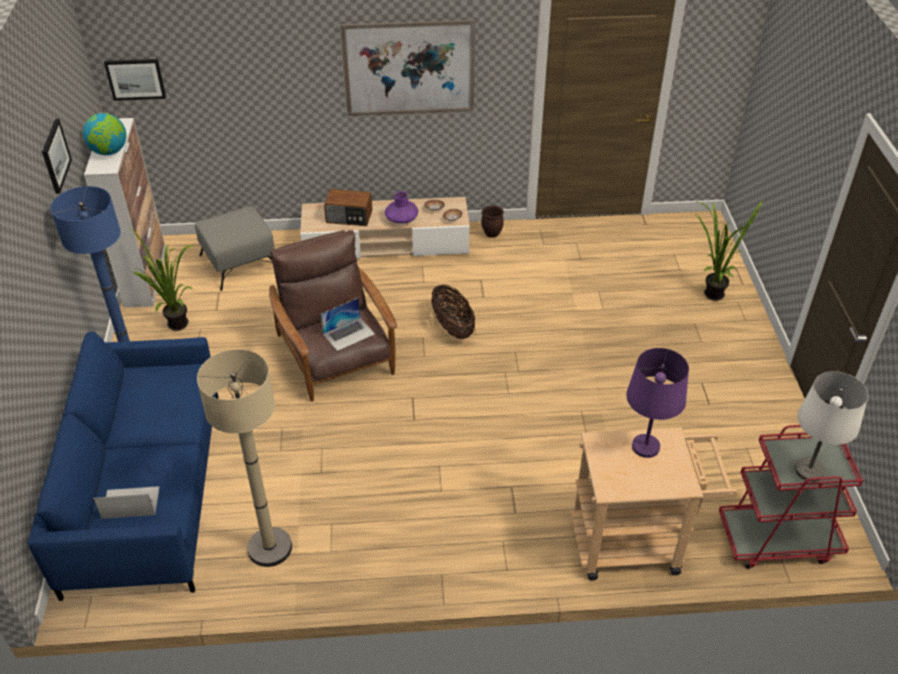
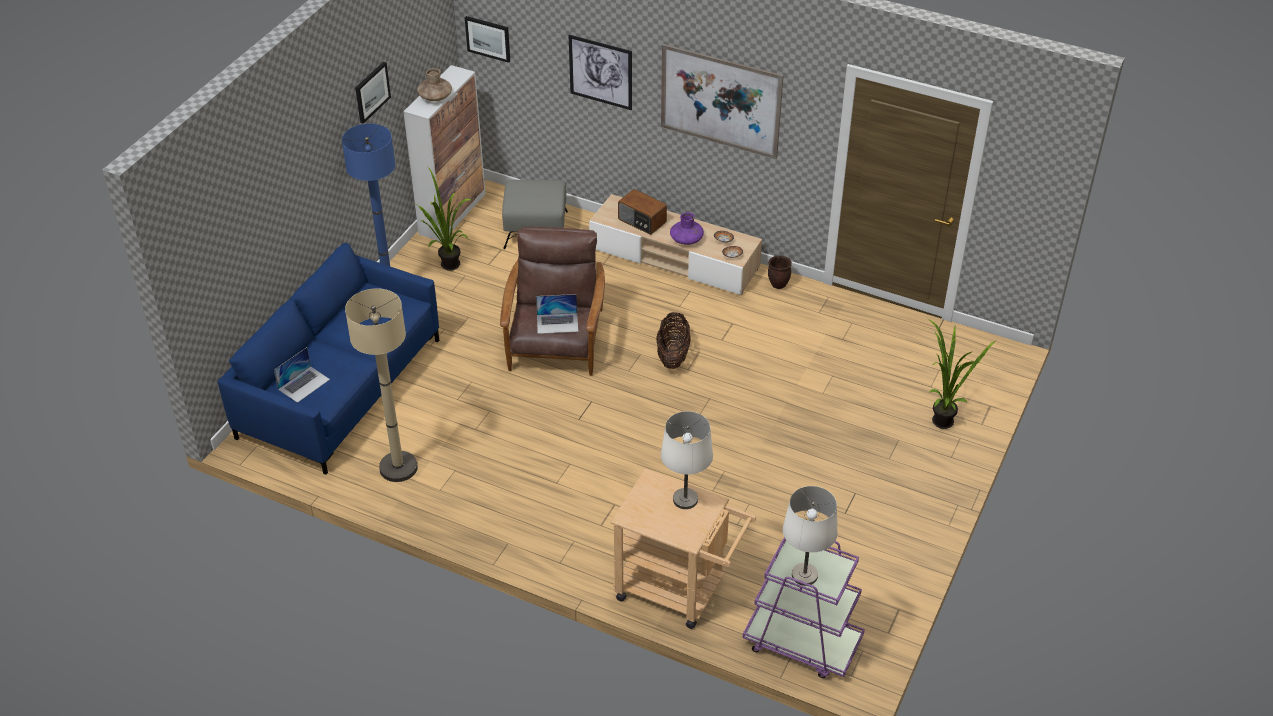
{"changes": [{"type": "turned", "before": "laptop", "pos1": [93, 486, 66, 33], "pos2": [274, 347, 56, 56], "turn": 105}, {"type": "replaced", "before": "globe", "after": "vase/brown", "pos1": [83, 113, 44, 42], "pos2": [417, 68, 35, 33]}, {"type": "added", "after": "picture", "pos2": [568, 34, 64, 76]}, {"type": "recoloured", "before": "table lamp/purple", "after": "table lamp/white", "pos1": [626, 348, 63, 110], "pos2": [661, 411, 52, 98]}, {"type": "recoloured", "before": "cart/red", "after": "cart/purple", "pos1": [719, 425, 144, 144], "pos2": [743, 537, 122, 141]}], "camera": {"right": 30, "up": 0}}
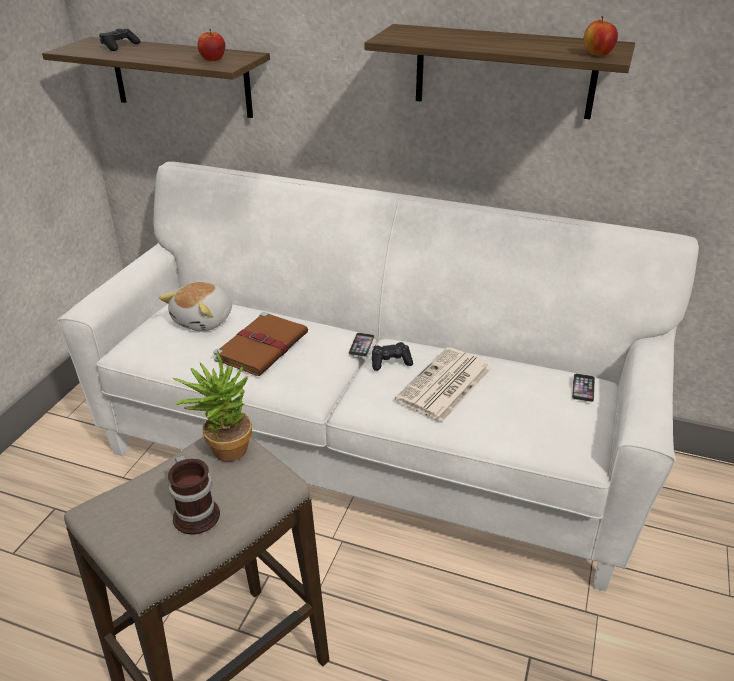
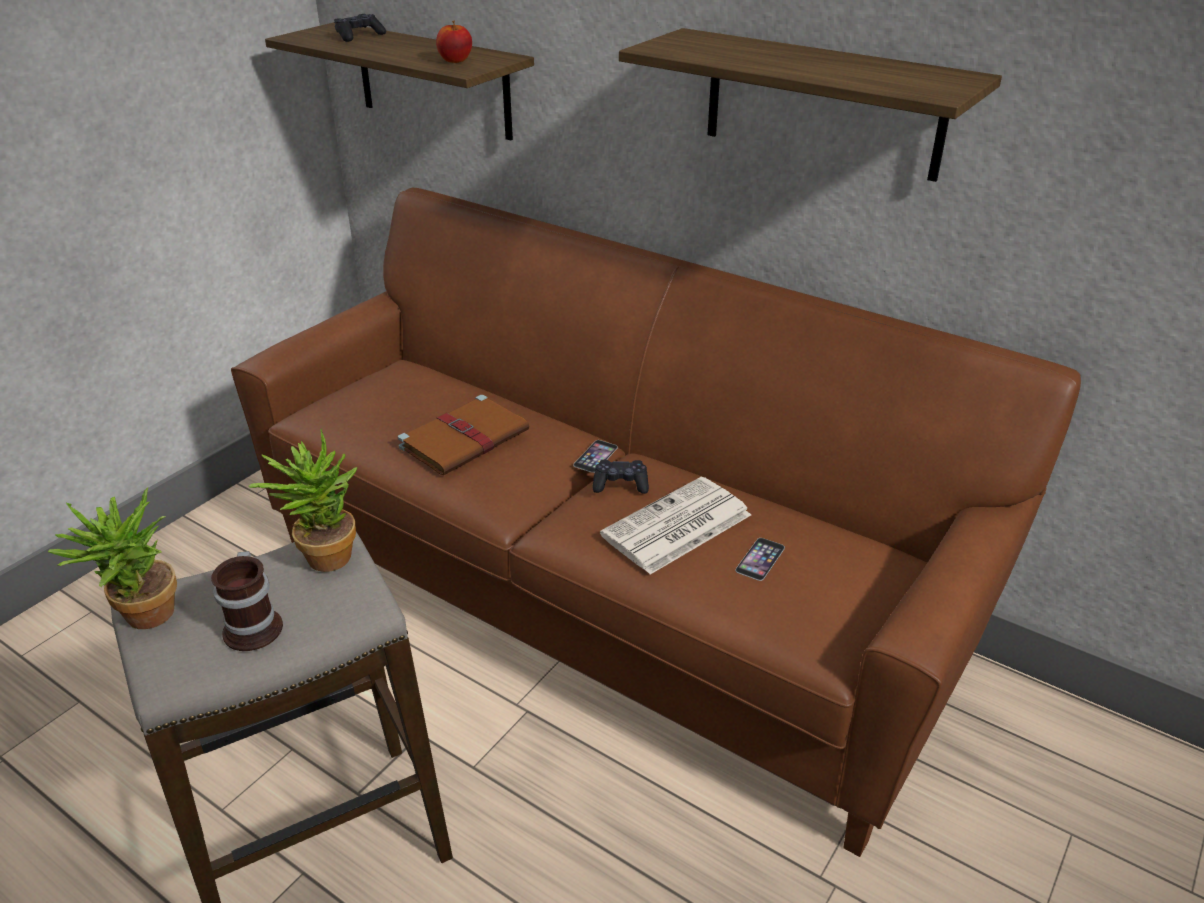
{"changes": [{"type": "added", "after": "potted plant", "pos2": [48, 487, 129, 142]}, {"type": "recoloured", "before": "sofa/white", "after": "sofa/brown", "pos1": [57, 161, 642, 431], "pos2": [231, 188, 850, 669]}, {"type": "moved", "before": "phone", "pos1": [572, 374, 23, 28], "pos2": [735, 538, 50, 43]}, {"type": "removed", "before": "plush toy", "pos1": [159, 282, 73, 50]}, {"type": "removed", "before": "apple", "pos1": [584, 16, 34, 40]}], "camera": {"right": 15, "up": 0}}
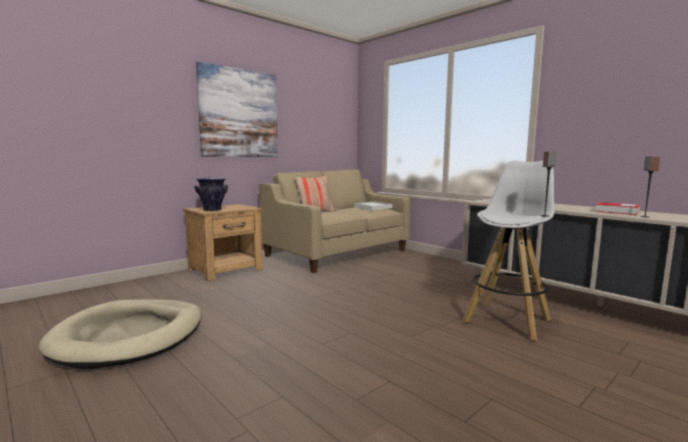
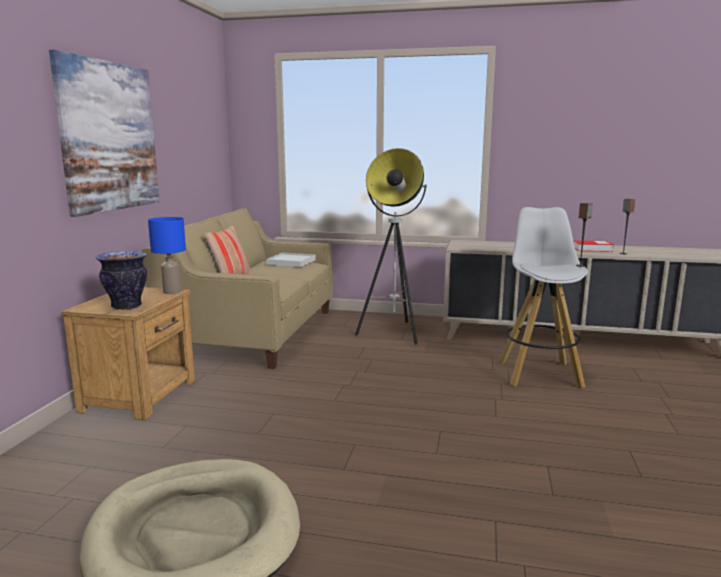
{"changes": [{"type": "added", "after": "table lamp/blue", "pos2": [148, 217, 38, 77]}, {"type": "added", "after": "floor lamp", "pos2": [355, 148, 72, 196]}], "camera": {"right": -35, "up": 5}}
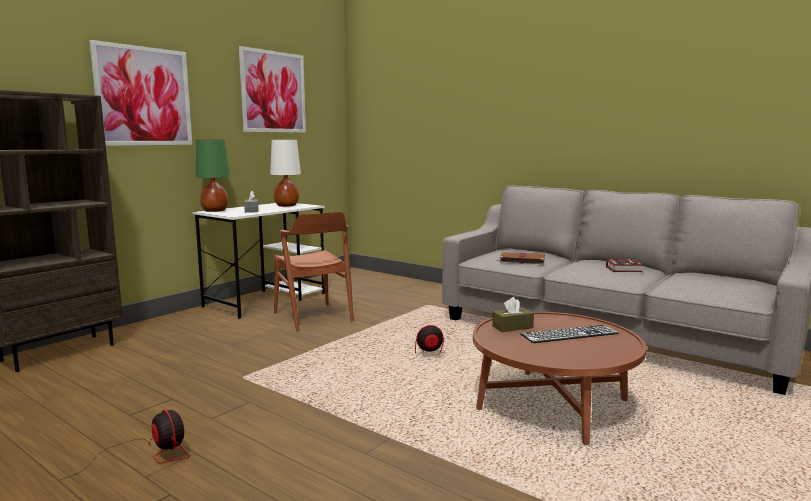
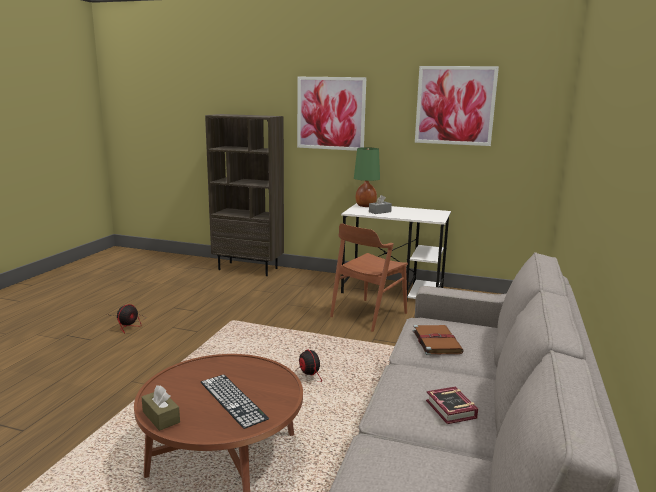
{"changes": [{"type": "moved", "before": "tissue box/brown", "pos1": [492, 297, 42, 35], "pos2": [142, 385, 38, 46]}, {"type": "removed", "before": "table lamp/white", "pos1": [270, 140, 31, 67]}], "camera": {"right": 70, "up": 5}}
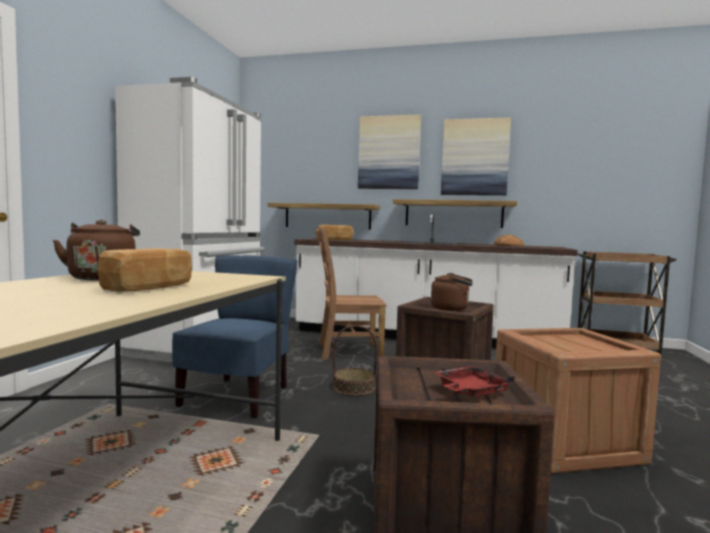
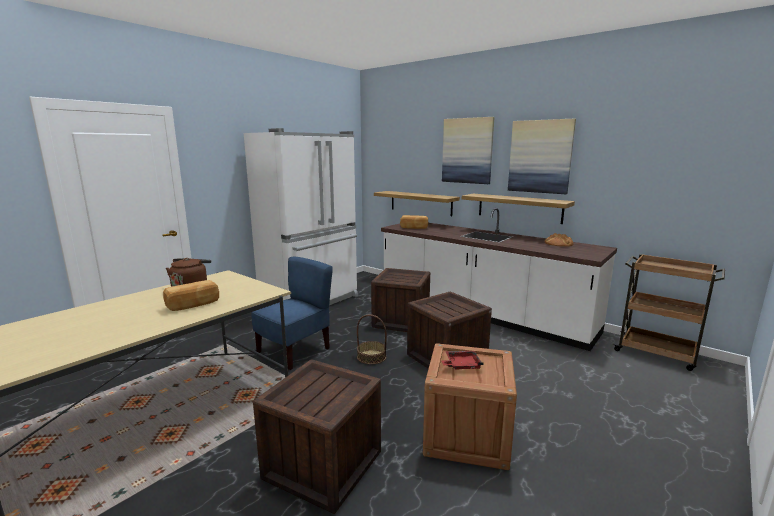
{"changes": [{"type": "replaced", "before": "chair/brown", "after": "crate", "pos1": [315, 228, 71, 132], "pos2": [371, 268, 59, 64]}, {"type": "moved", "before": "tray/red", "pos1": [434, 366, 81, 31], "pos2": [441, 351, 43, 19]}, {"type": "removed", "before": "kettle/brown", "pos1": [431, 273, 42, 38]}], "camera": {"right": 25, "up": 10}}
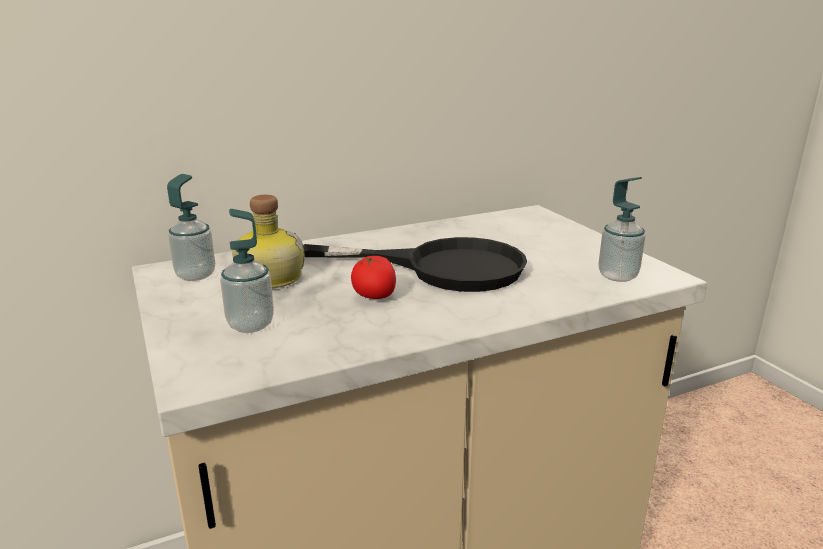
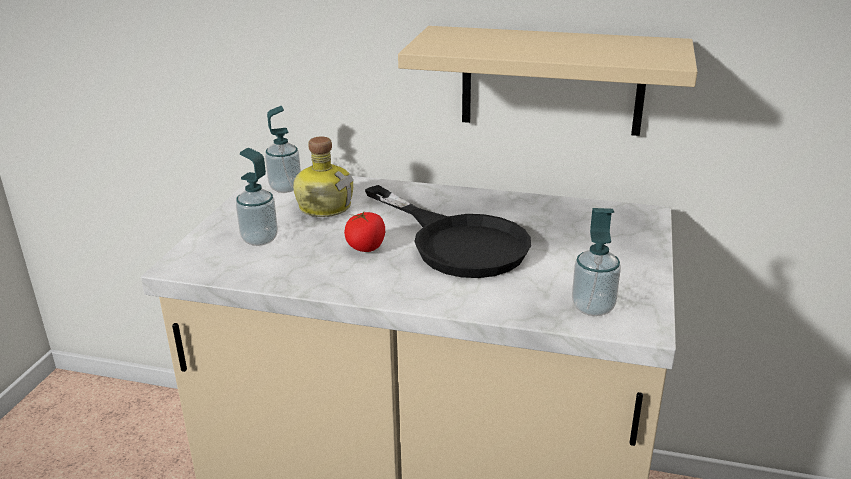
{"changes": [{"type": "added", "after": "shelf/beige", "pos2": [398, 26, 299, 110]}], "camera": {"right": 40, "up": 5}}
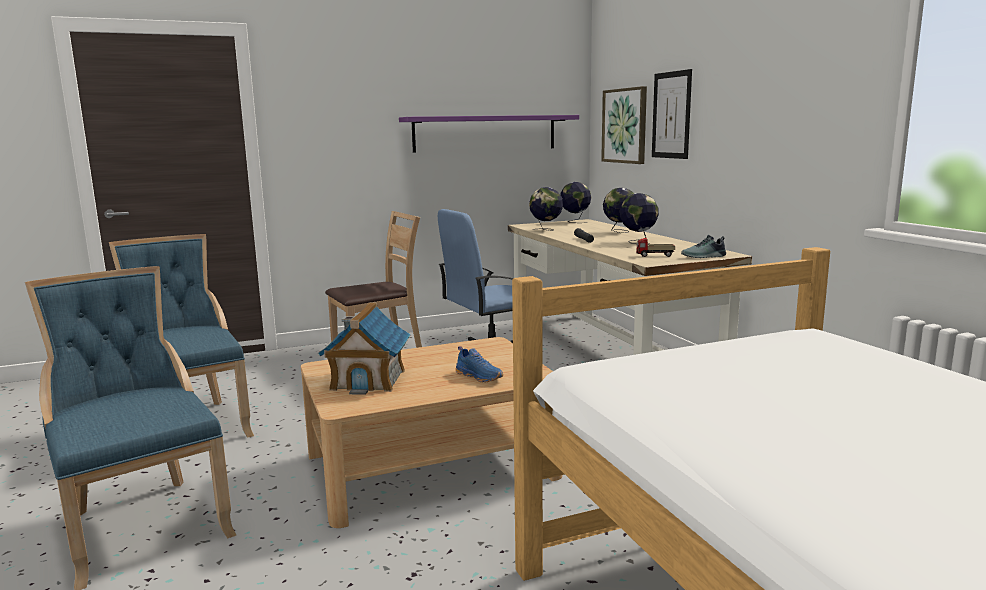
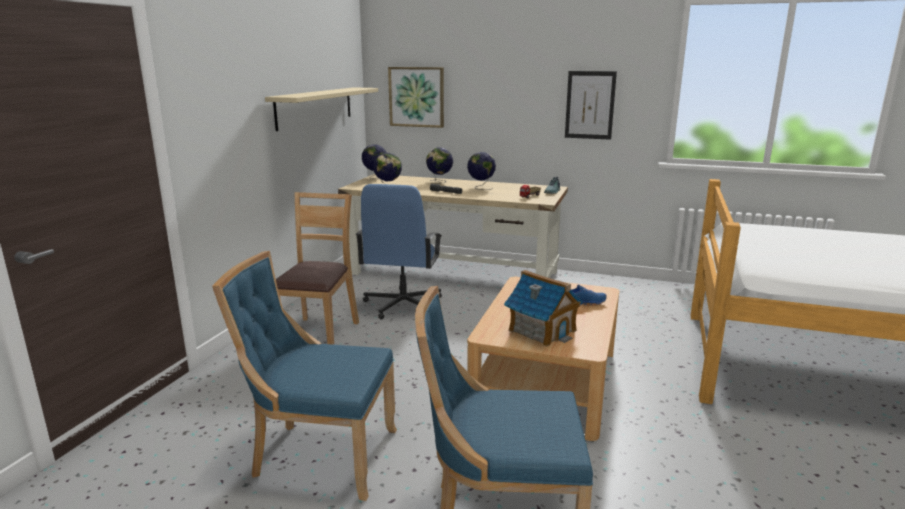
{"changes": [{"type": "recoloured", "before": "shelf/purple", "after": "shelf/beige", "pos1": [399, 115, 180, 38], "pos2": [265, 88, 113, 43]}, {"type": "moved", "before": "picture", "pos1": [652, 69, 40, 90], "pos2": [565, 71, 52, 69]}], "camera": {"right": -50, "up": 5}}
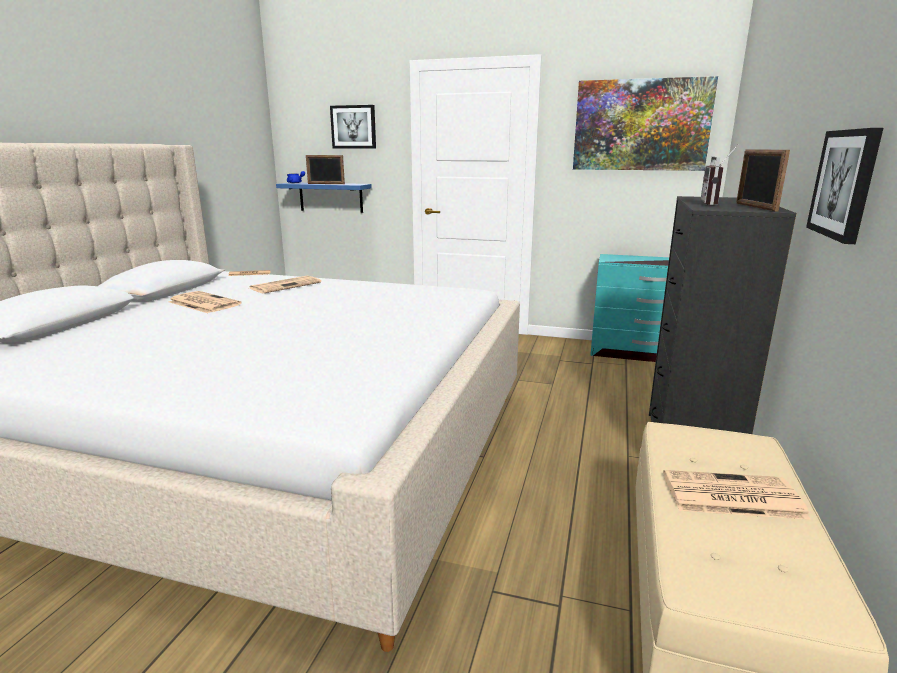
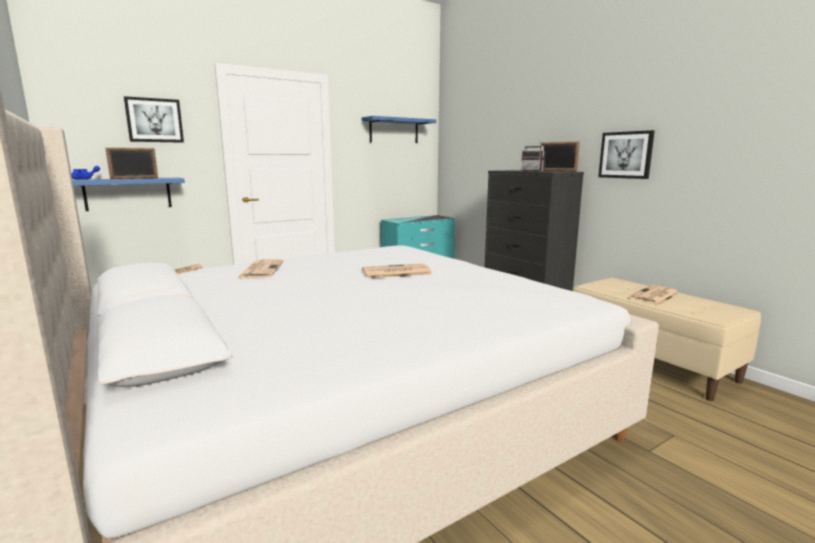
{"changes": [{"type": "replaced", "before": "picture", "after": "shelf/blue", "pos1": [573, 76, 145, 95], "pos2": [362, 116, 74, 27]}, {"type": "moved", "before": "newspaper", "pos1": [168, 291, 73, 22], "pos2": [362, 263, 70, 16]}], "camera": {"right": -50, "up": -5}}
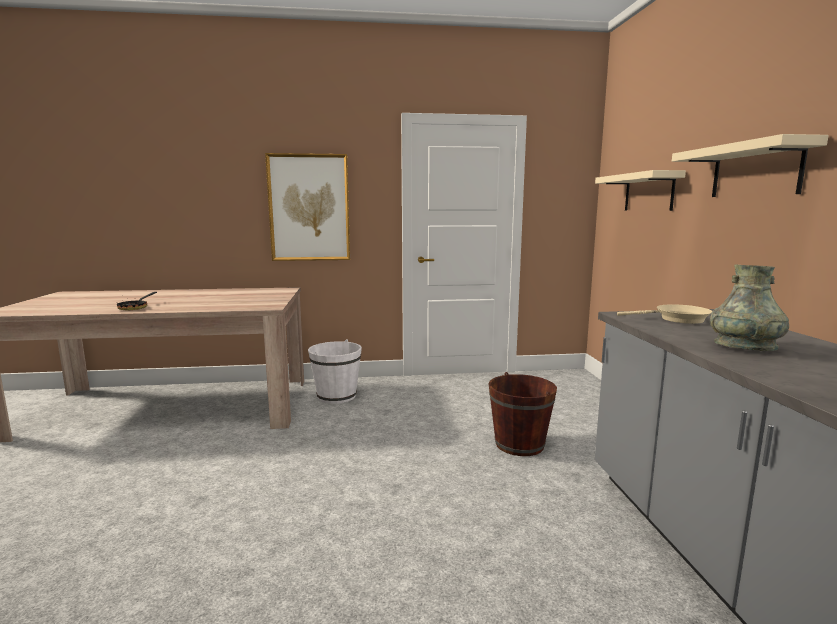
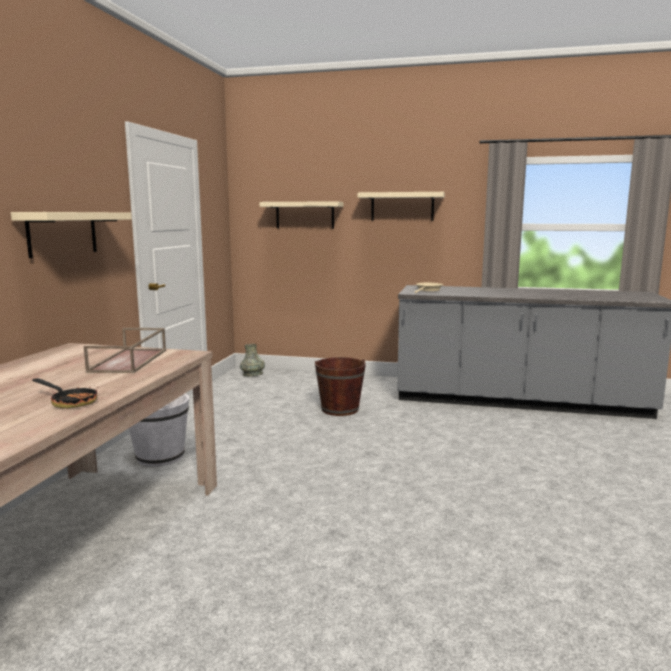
{"changes": [{"type": "replaced", "before": "picture", "after": "shelf/beige", "pos1": [265, 153, 85, 108], "pos2": [11, 212, 121, 46]}, {"type": "added", "after": "tray/brown", "pos2": [84, 328, 82, 45]}, {"type": "moved", "before": "vase/grey", "pos1": [710, 264, 79, 87], "pos2": [240, 344, 25, 32]}], "camera": {"right": -70, "up": 0}}
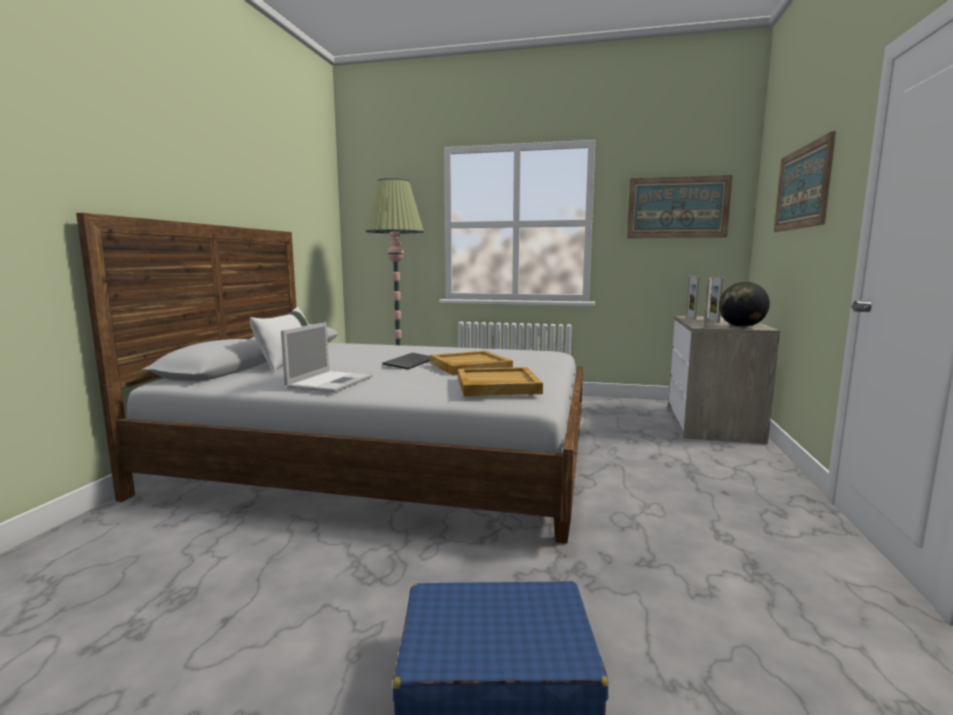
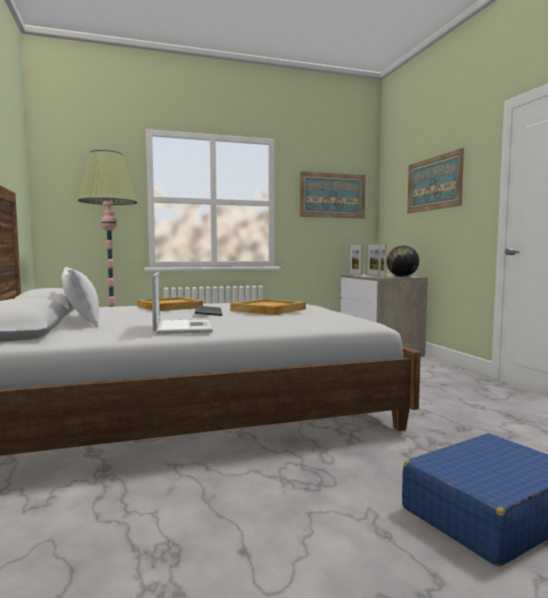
{"changes": [{"type": "moved", "before": "tray/beige", "pos1": [458, 367, 85, 29], "pos2": [137, 297, 66, 14]}], "camera": {"right": -30, "up": -5}}
